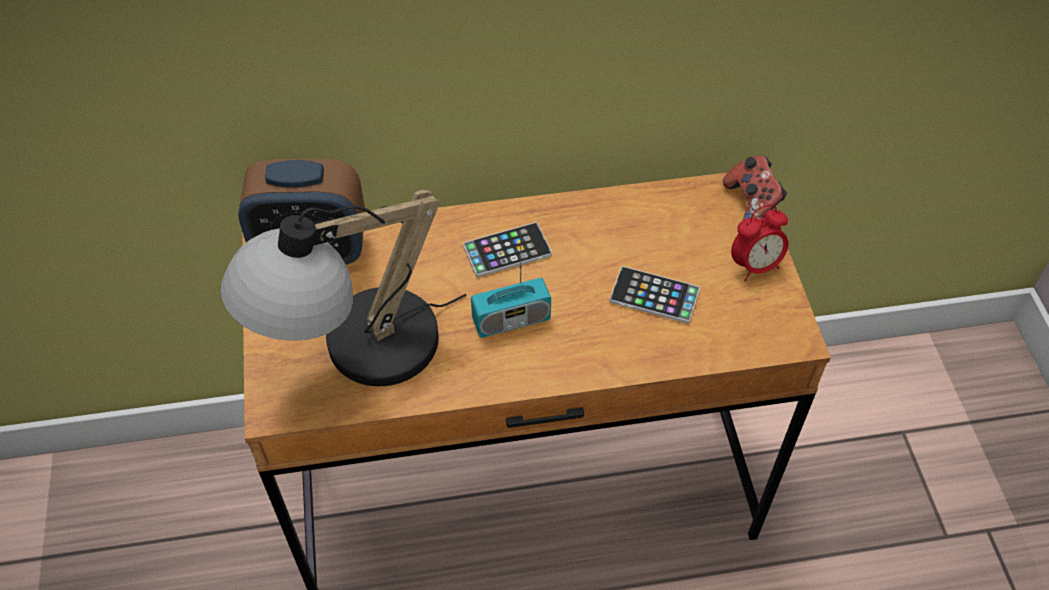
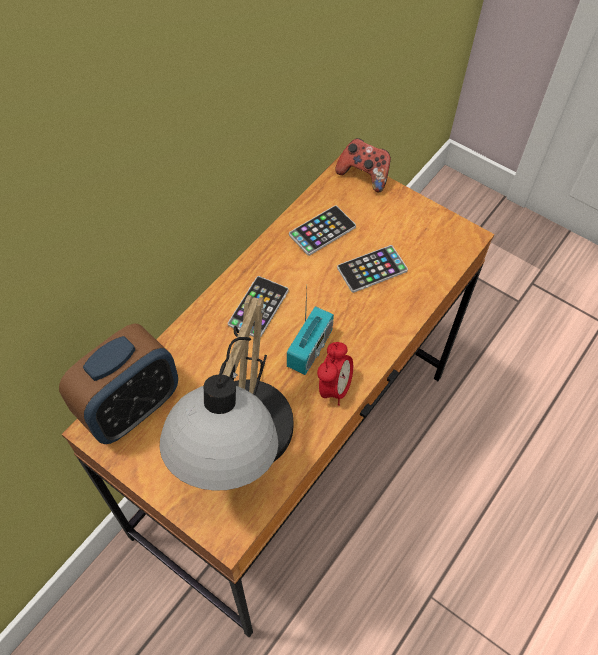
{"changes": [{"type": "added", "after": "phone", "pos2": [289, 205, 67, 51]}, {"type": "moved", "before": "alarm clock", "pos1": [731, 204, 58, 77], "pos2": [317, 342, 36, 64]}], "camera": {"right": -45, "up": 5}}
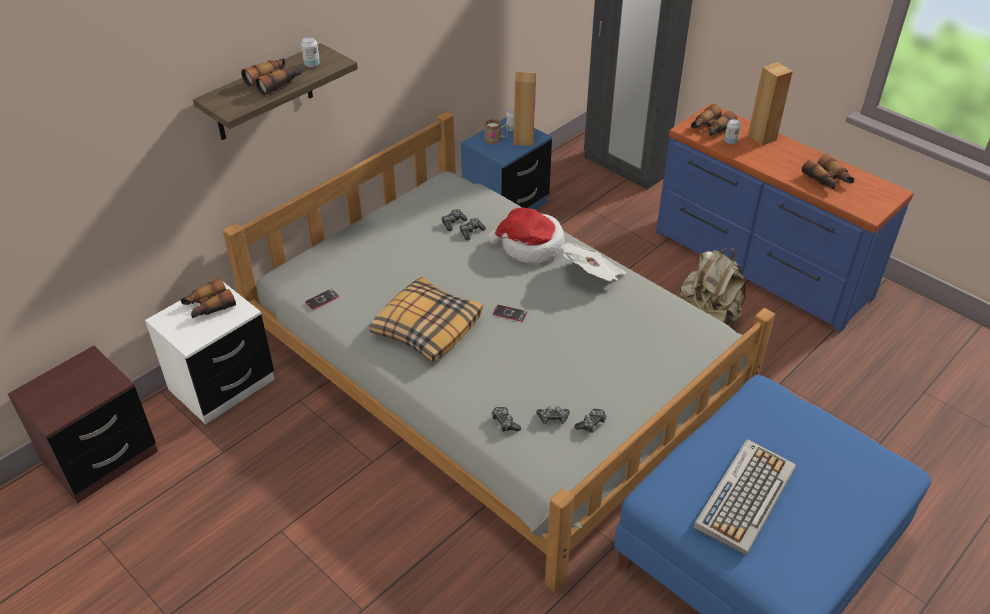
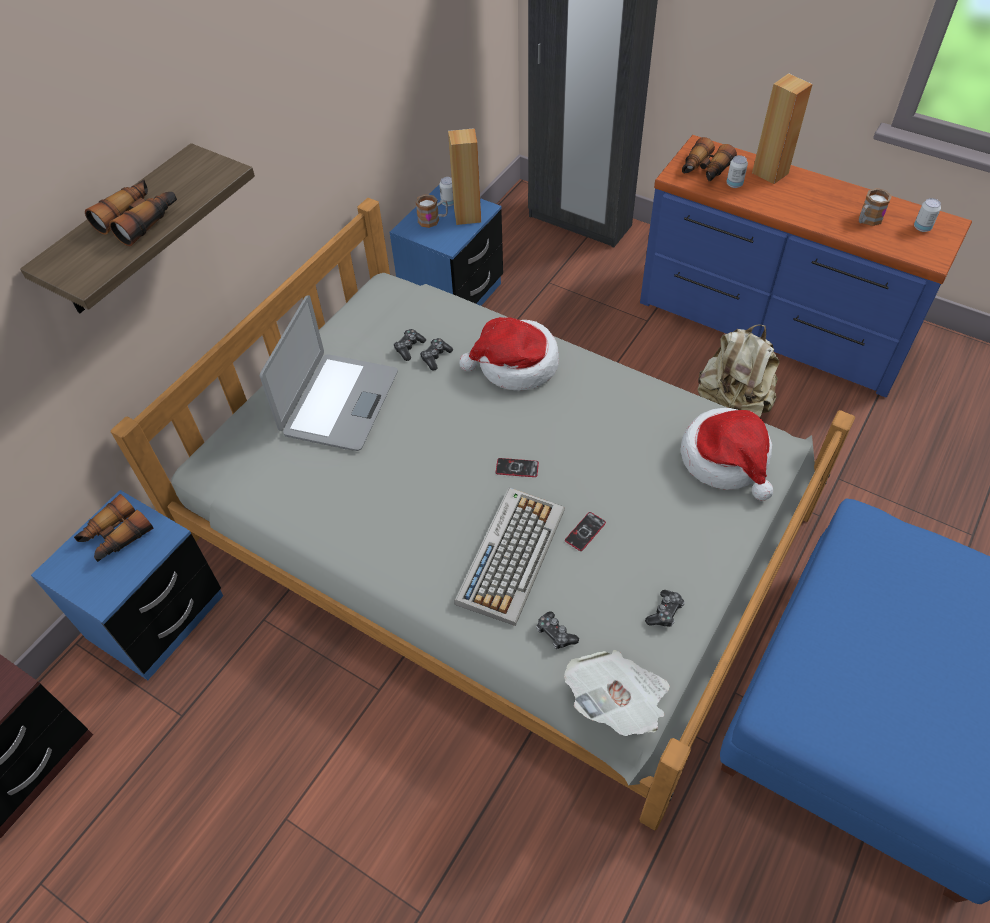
{"changes": [{"type": "recoloured", "before": "nightstand/white", "after": "nightstand/blue", "pos1": [145, 282, 130, 142], "pos2": [31, 490, 192, 190]}, {"type": "added", "after": "laptop", "pos2": [260, 295, 138, 156]}, {"type": "moved", "before": "keyboard", "pos1": [693, 439, 103, 116], "pos2": [455, 488, 110, 138]}, {"type": "moved", "before": "newspaper", "pos1": [561, 243, 65, 39], "pos2": [564, 650, 106, 86]}, {"type": "moved", "before": "phone", "pos1": [305, 289, 34, 21], "pos2": [565, 512, 41, 39]}, {"type": "added", "after": "hat", "pos2": [681, 408, 92, 93]}, {"type": "replaced", "before": "binoculars", "after": "mug", "pos1": [802, 154, 52, 36], "pos2": [859, 188, 33, 38]}, {"type": "moved", "before": "can", "pos1": [301, 37, 19, 31], "pos2": [914, 198, 27, 34]}, {"type": "removed", "before": "pillow", "pos1": [369, 277, 114, 85]}, {"type": "removed", "before": "game controller", "pos1": [536, 406, 34, 18]}], "camera": {"right": -10, "up": 10}}
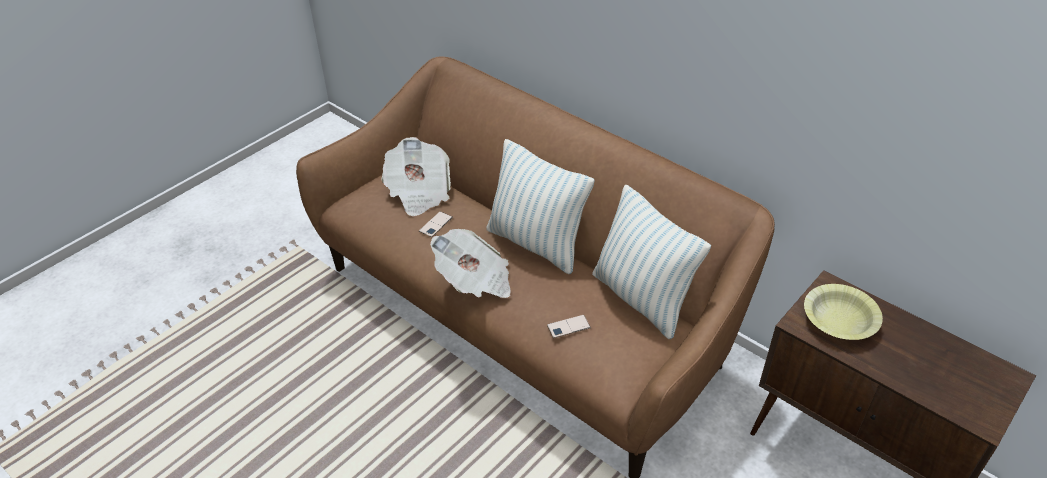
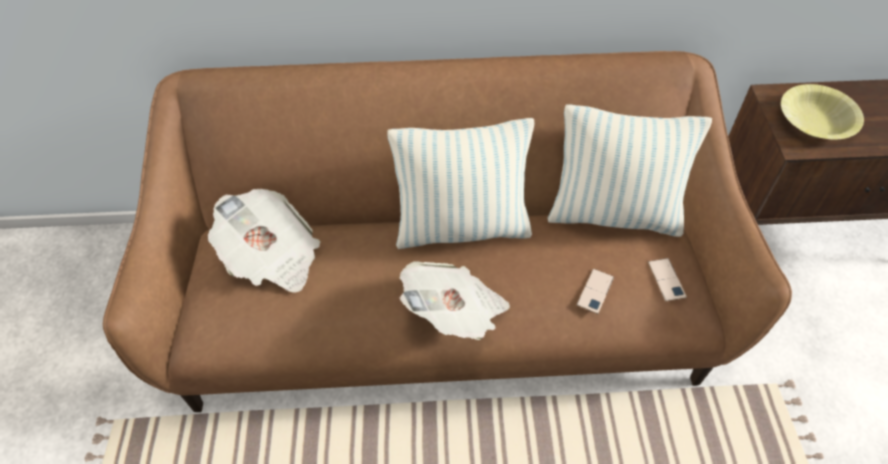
{"changes": [{"type": "moved", "before": "phone", "pos1": [419, 211, 34, 26], "pos2": [648, 258, 39, 44]}], "camera": {"right": -45, "up": 10}}
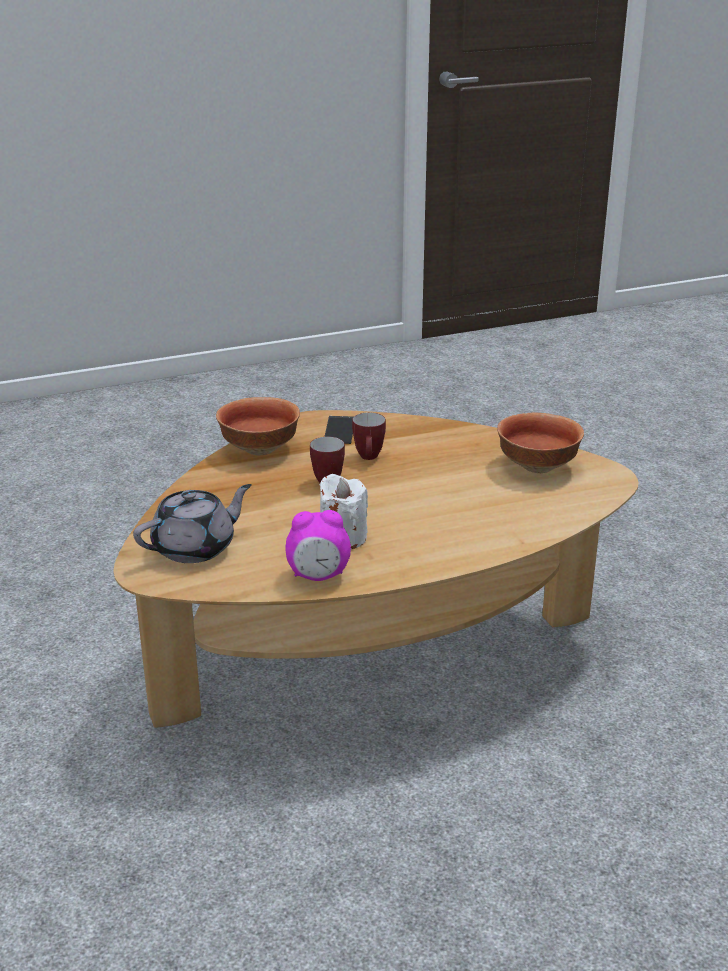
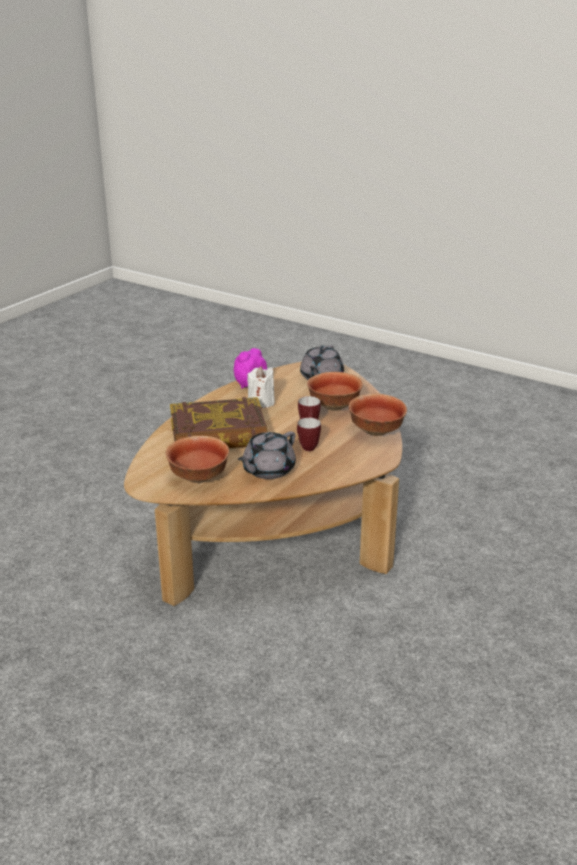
{"changes": [{"type": "added", "after": "book", "pos2": [170, 397, 97, 51]}, {"type": "added", "after": "teapot/grey", "pos2": [238, 431, 58, 48]}, {"type": "added", "after": "bowl", "pos2": [307, 372, 56, 39]}, {"type": "removed", "before": "phone", "pos1": [324, 416, 29, 28]}], "camera": {"right": 145, "up": 0}}
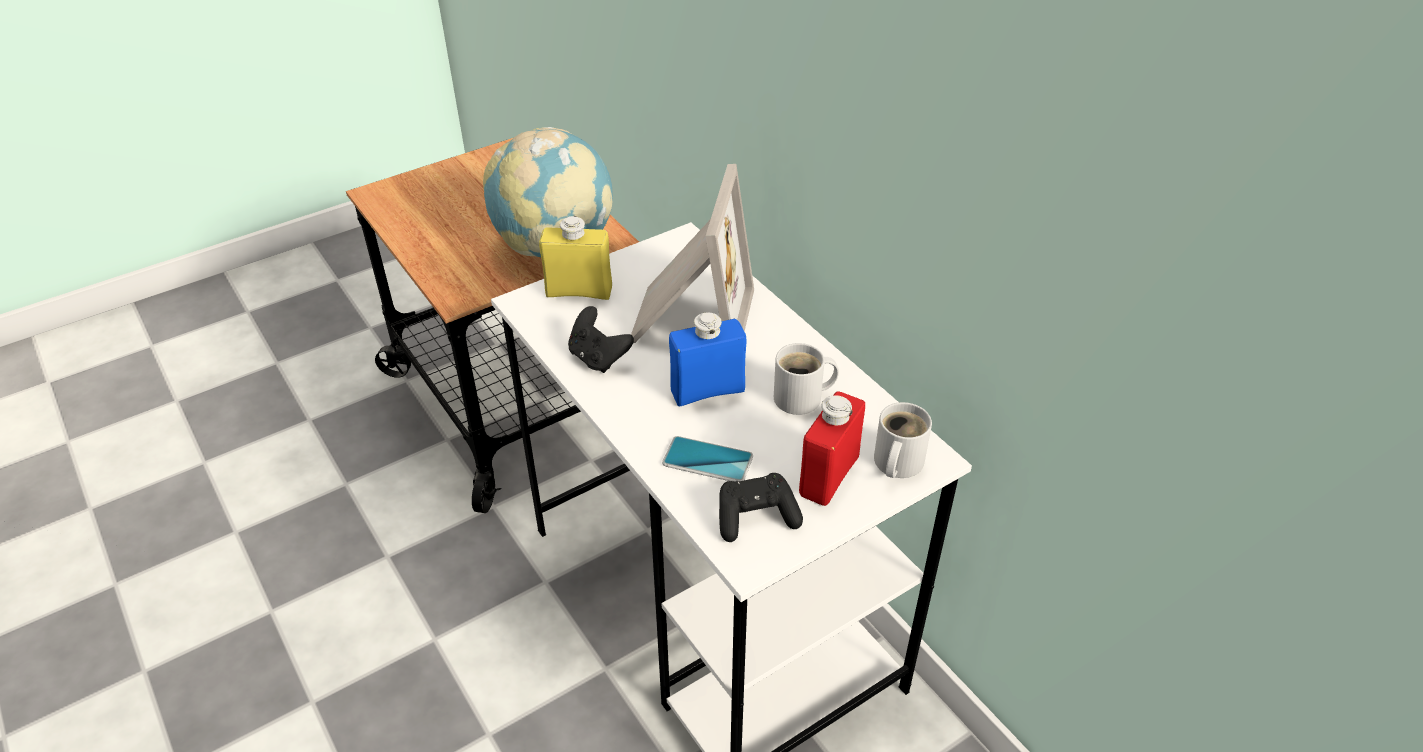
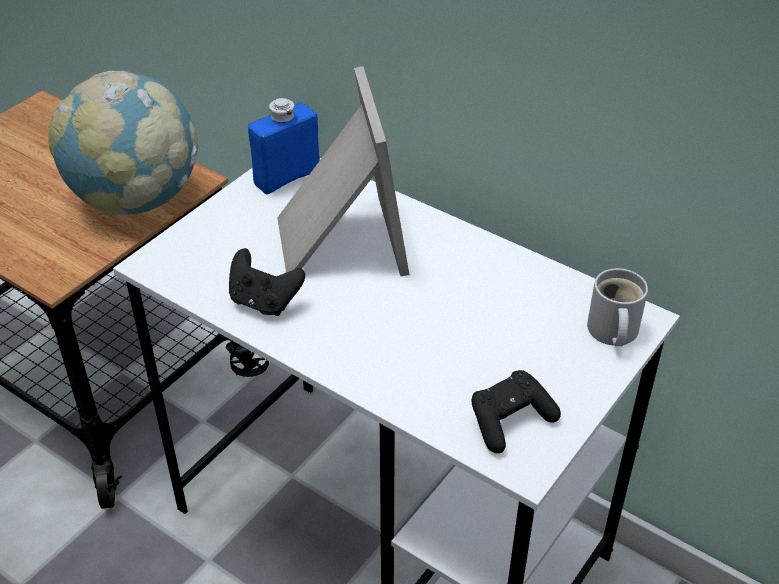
{"changes": [{"type": "moved", "before": "bottle/blue", "pos1": [669, 313, 77, 93], "pos2": [248, 98, 72, 97]}, {"type": "removed", "before": "bottle/yellow", "pos1": [539, 216, 73, 84]}, {"type": "removed", "before": "phone", "pos1": [662, 436, 91, 45]}, {"type": "removed", "before": "mug/white", "pos1": [774, 343, 65, 72]}, {"type": "removed", "before": "bottle/red", "pos1": [799, 391, 66, 115]}], "camera": {"right": -20, "up": 0}}
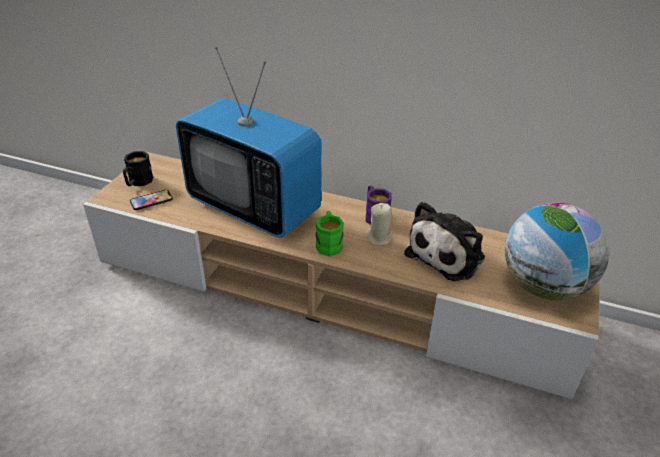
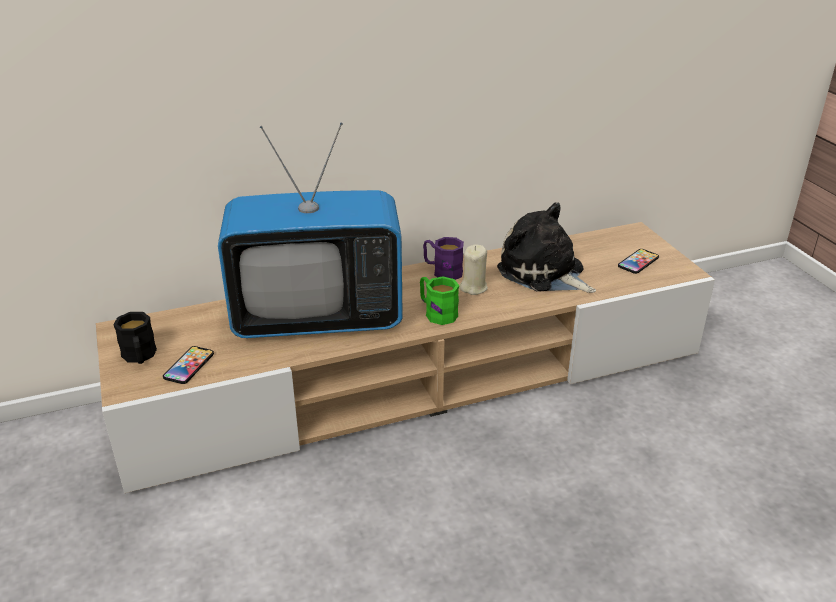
{"changes": [{"type": "turned", "before": "plush toy", "pos1": [404, 201, 81, 80], "pos2": [497, 202, 99, 91], "turn": 135}, {"type": "replaced", "before": "globe", "after": "phone", "pos1": [505, 203, 104, 97], "pos2": [618, 249, 41, 25]}], "camera": {"right": -40, "up": -5}}
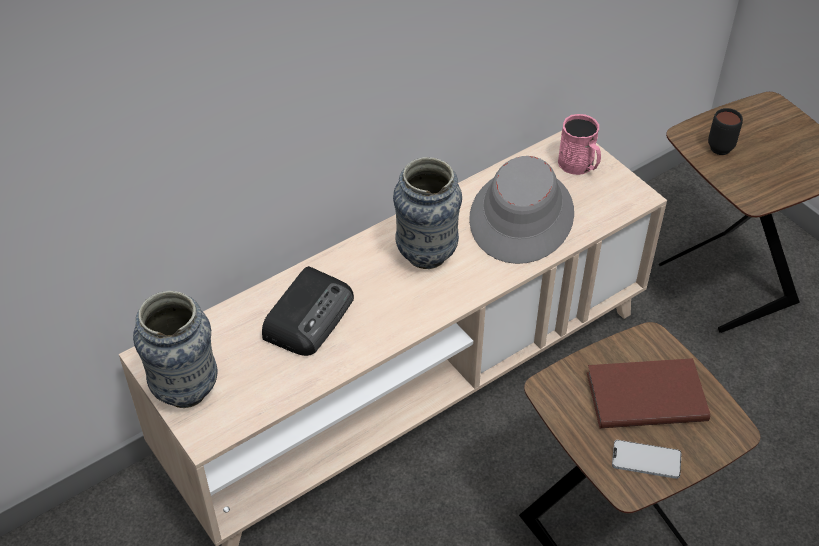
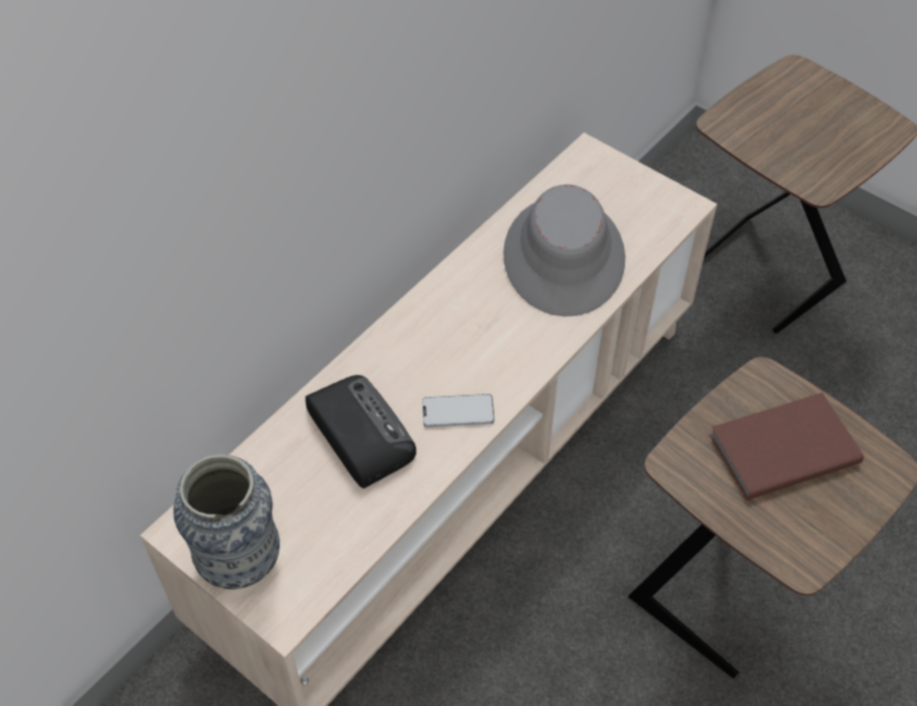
{"changes": [{"type": "turned", "before": "radio", "pos1": [262, 266, 92, 90], "pos2": [305, 375, 111, 114], "turn": -45}, {"type": "moved", "before": "phone", "pos1": [612, 440, 69, 39], "pos2": [422, 394, 73, 33]}, {"type": "removed", "before": "vase", "pos1": [393, 157, 69, 112]}, {"type": "removed", "before": "mug/pink", "pos1": [558, 114, 43, 61]}, {"type": "removed", "before": "mug/black", "pos1": [708, 108, 35, 47]}], "camera": {"right": -15, "up": 5}}
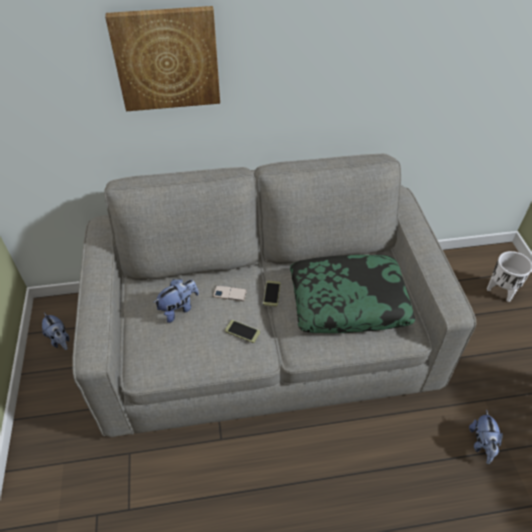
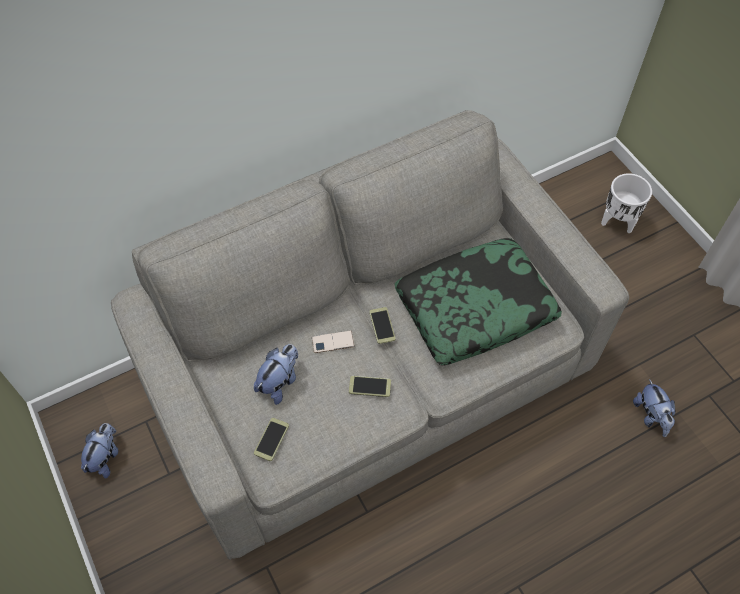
{"changes": [{"type": "turned", "before": "plush toy", "pos1": [42, 313, 28, 37], "pos2": [81, 423, 38, 56], "turn": -105}, {"type": "added", "after": "phone", "pos2": [254, 418, 35, 43]}, {"type": "removed", "before": "picture", "pos1": [105, 6, 115, 105]}], "camera": {"right": -20, "up": 10}}
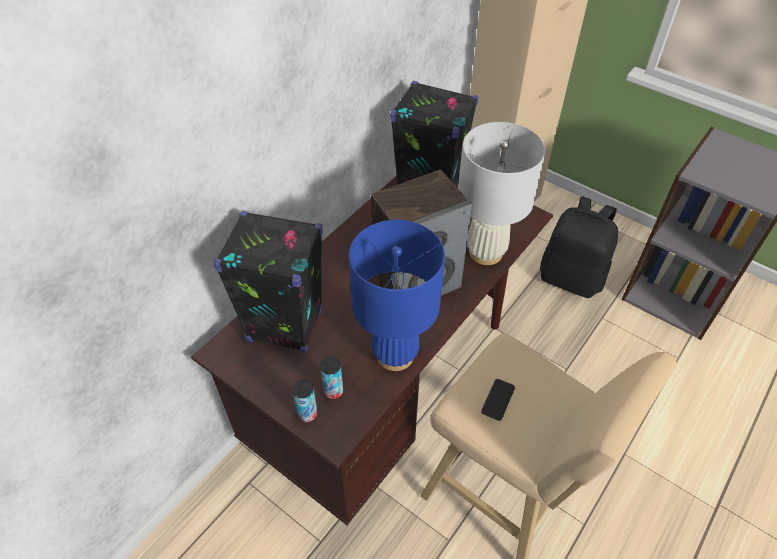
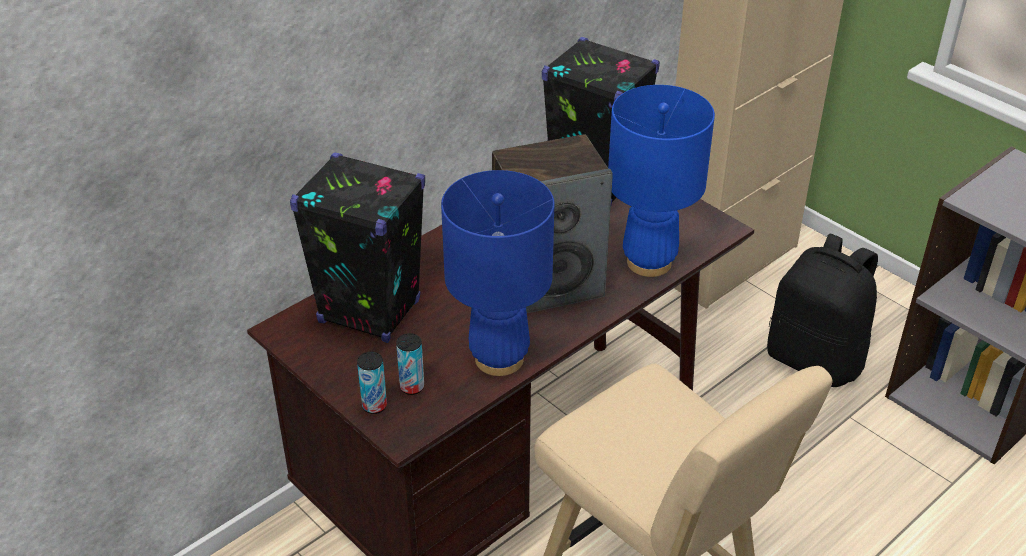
{"changes": [{"type": "recoloured", "before": "table lamp/white", "after": "table lamp/blue", "pos1": [458, 122, 88, 143], "pos2": [608, 85, 107, 192]}, {"type": "removed", "before": "phone", "pos1": [481, 379, 34, 42]}], "camera": {"right": 10, "up": -10}}
